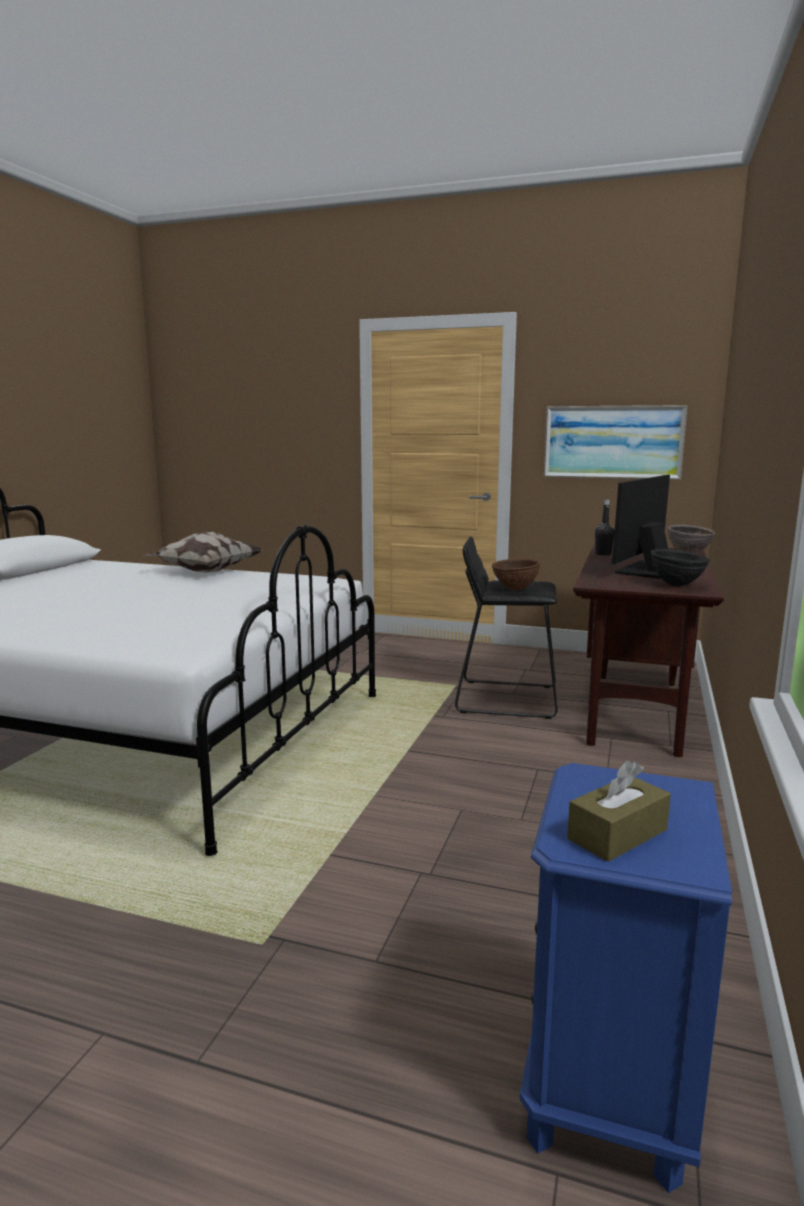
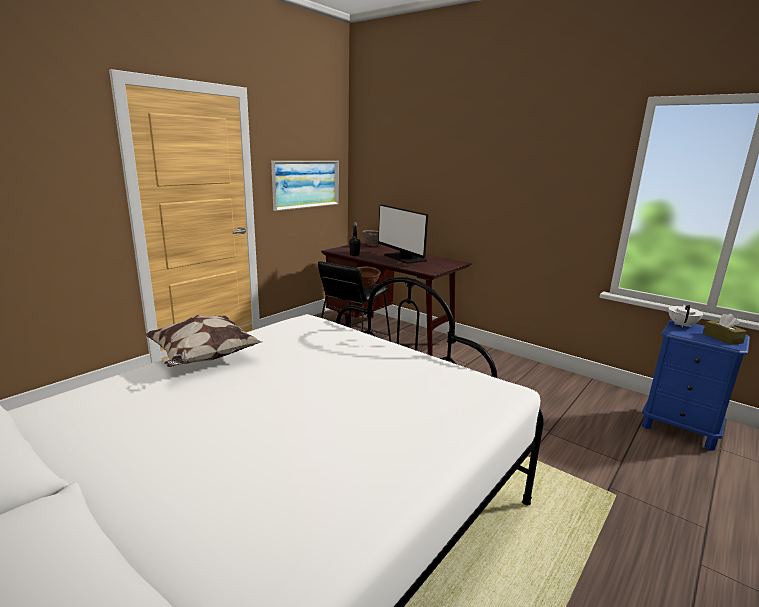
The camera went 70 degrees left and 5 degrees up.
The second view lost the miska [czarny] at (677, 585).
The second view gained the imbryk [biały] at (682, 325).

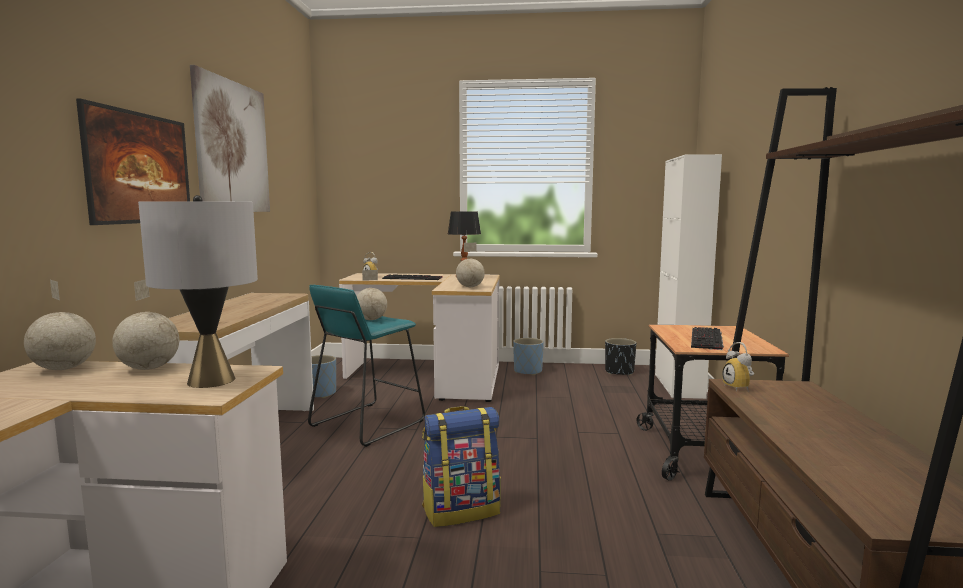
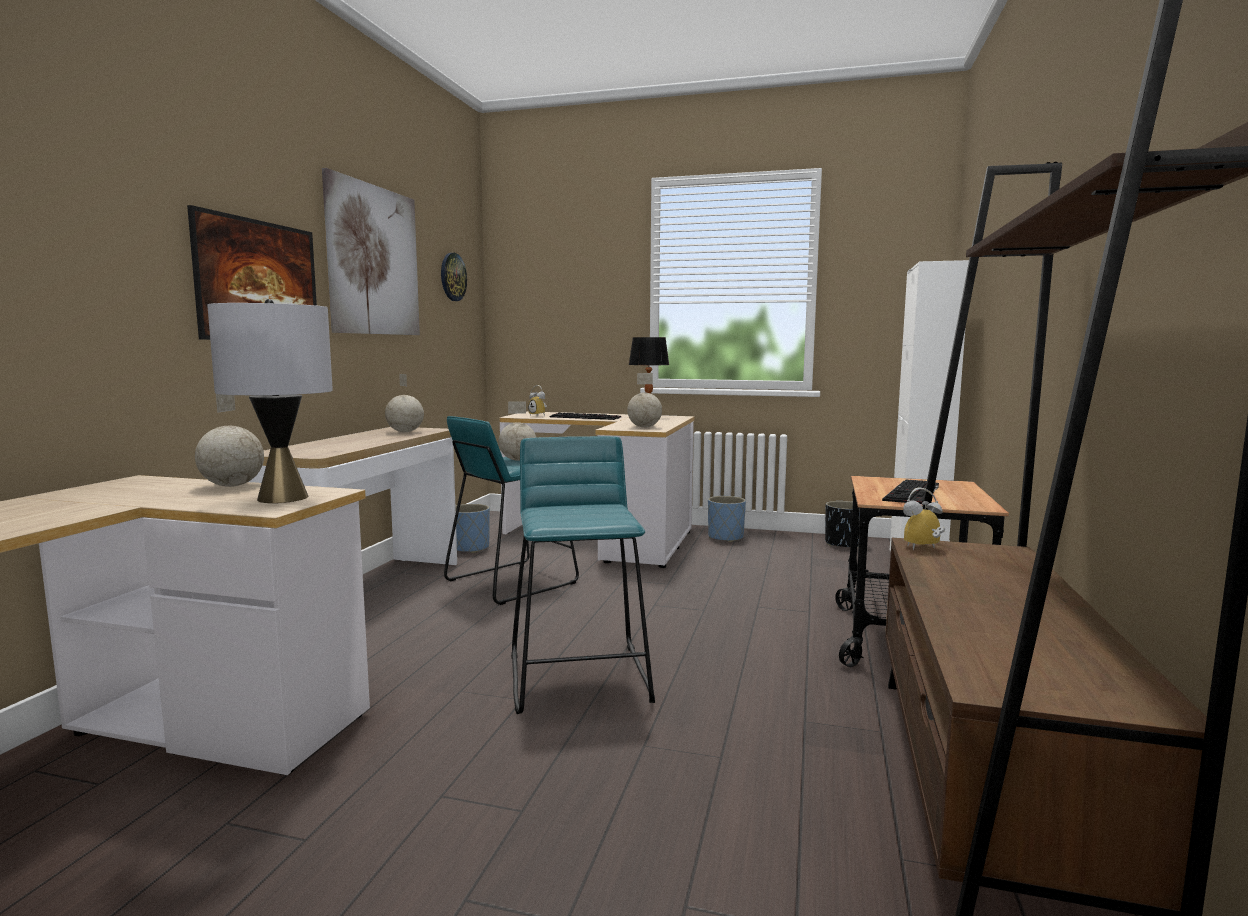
The camera went 10 degrees right and 0 degrees up.
The globus ended up elsewhere, having gone from (63, 369) to (405, 432).
The budzik at (740, 388) ended up facing another way, 75 degrees clockwise from before.
Where the plecak stood at (461, 510), the stołek [turkusowy] came to stand at (580, 677).
The second view gained the zegar ścienny at (452, 277).

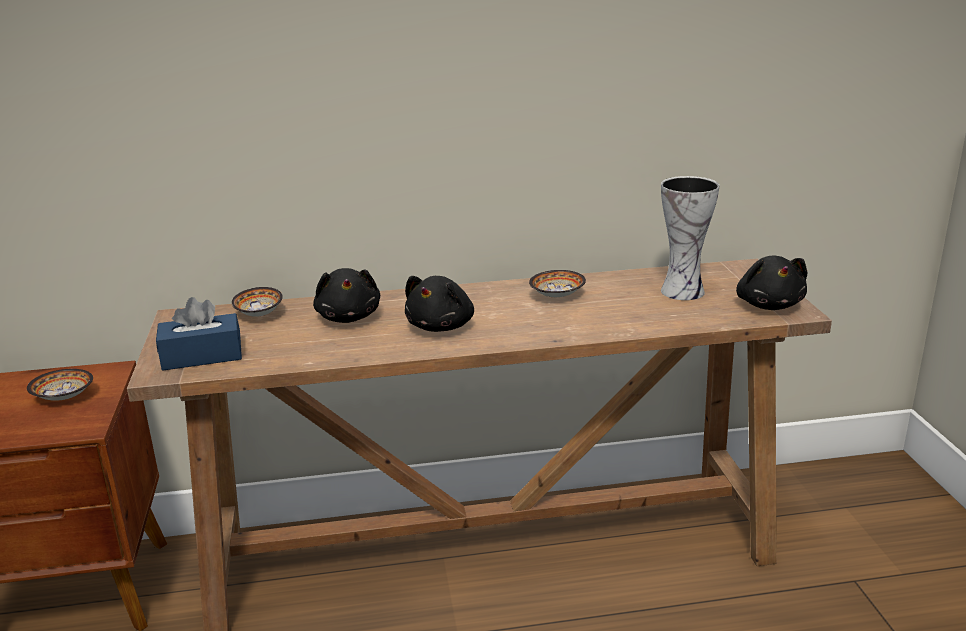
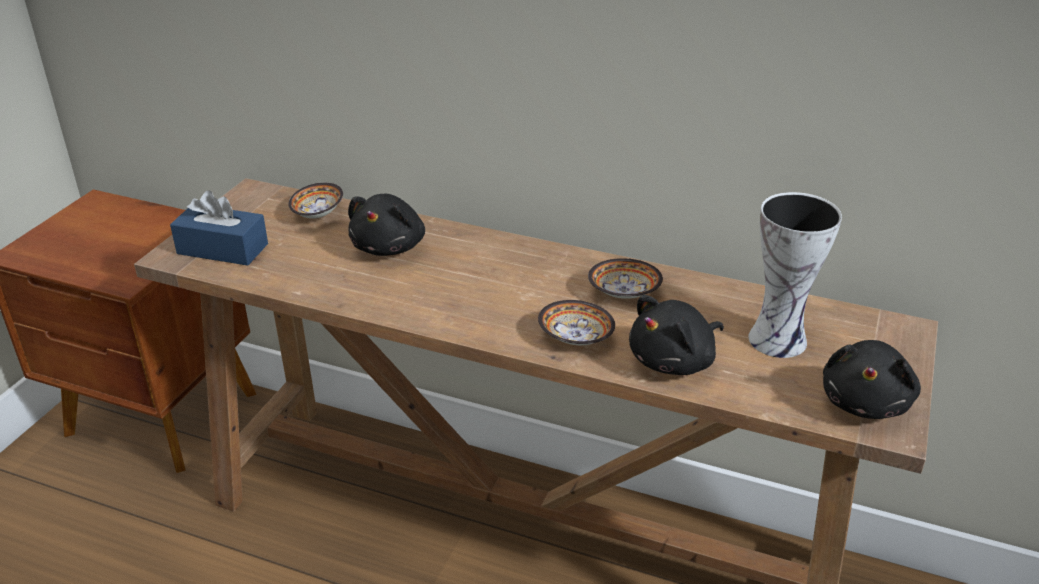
The camera went 30 degrees right and 10 degrees up.
The pluszak [czarny] ended up elsewhere, having gone from (442, 326) to (675, 361).
The miska ended up elsewhere, having gone from (64, 397) to (575, 338).

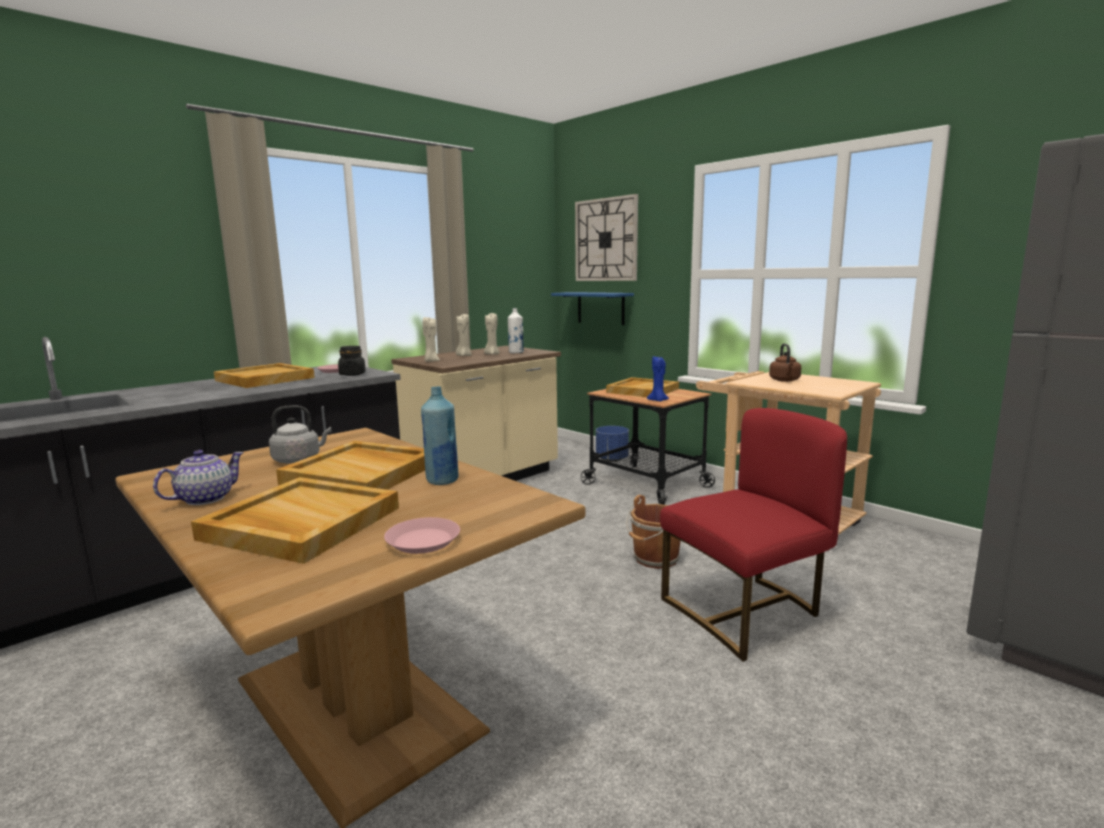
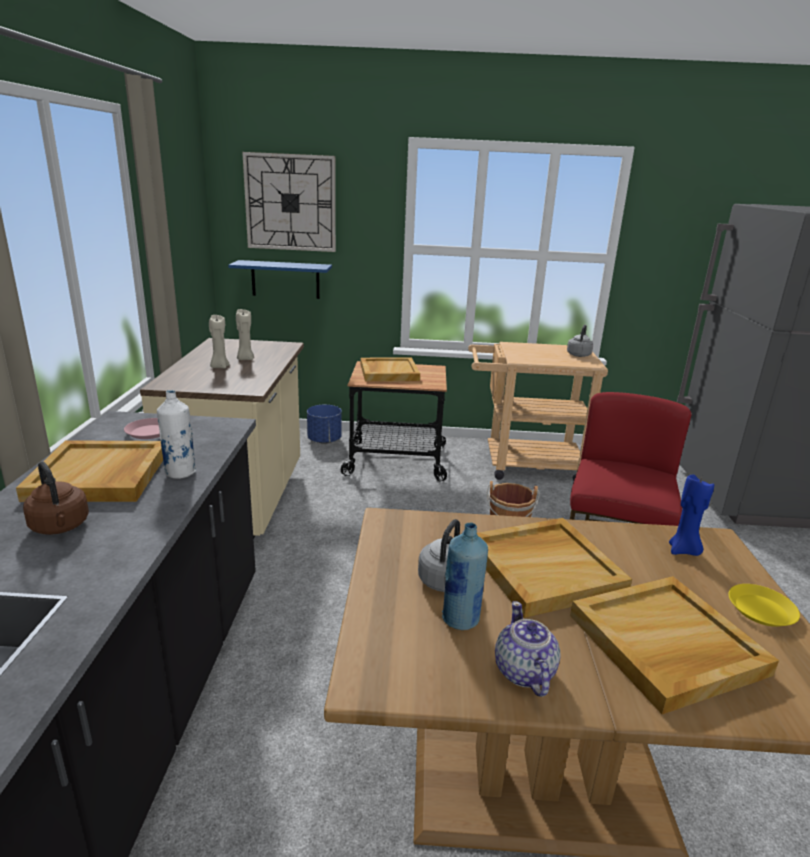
The camera went 45 degrees left and 10 degrees up.
The butelka [biały] ended up elsewhere, having gone from (516, 352) to (180, 473).
The second view lost the świeca [beżowy] at (431, 361).
The czajnik [brązowy] ended up elsewhere, having gone from (785, 380) to (60, 527).
The second view lost the słoik [czarny] at (352, 374).
The świeca [niebieski] ended up elsewhere, having gone from (658, 400) to (683, 551).
The butelka [niebieski] ended up elsewhere, having gone from (442, 480) to (461, 619).
What was the talerz [różowy] at (423, 541) turned into the talerz [żółty] at (761, 610).
The second view gained the czajnik [szary] at (579, 354).

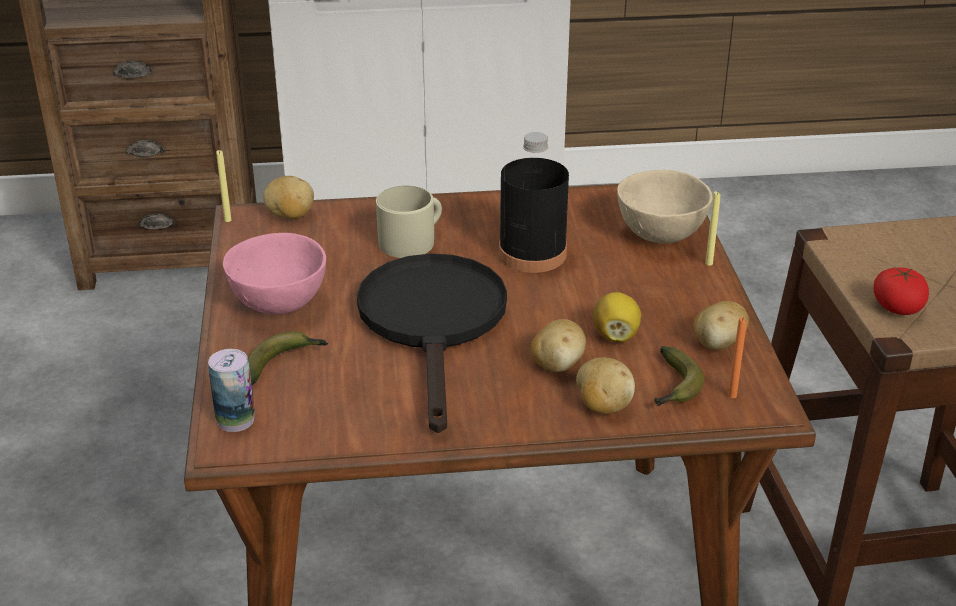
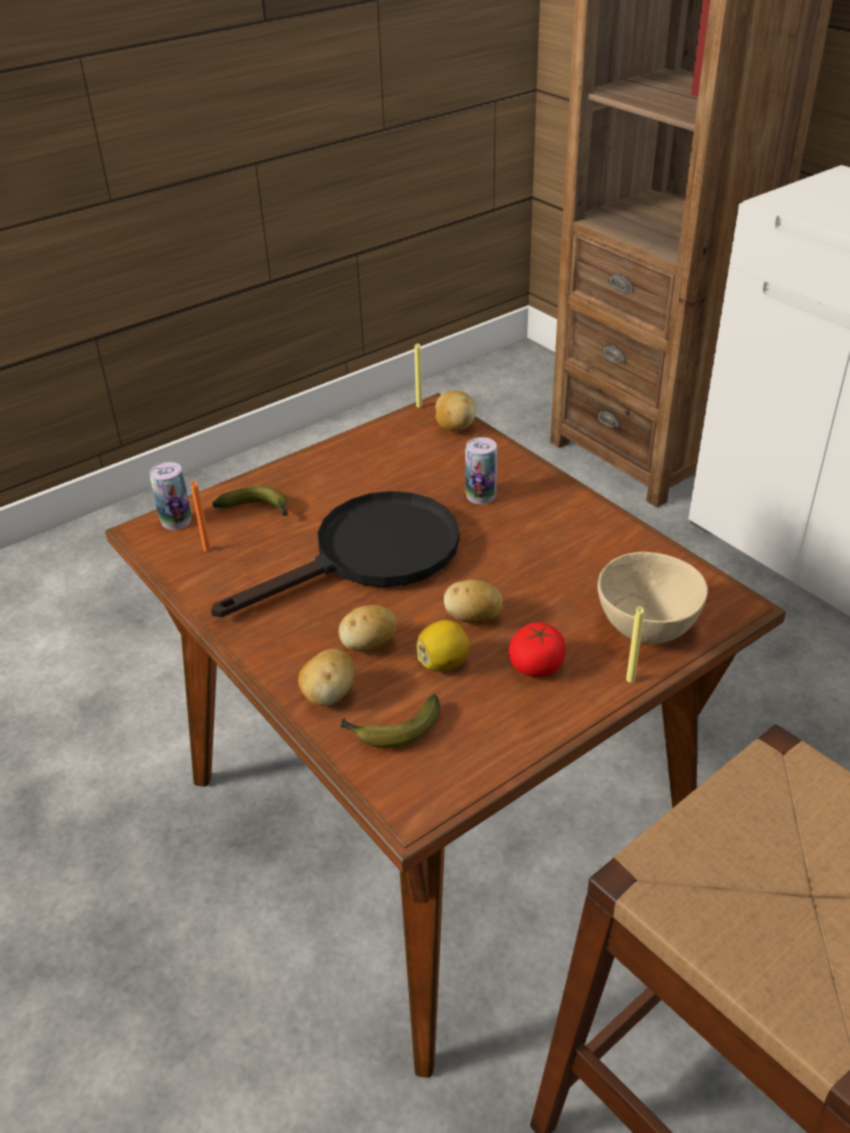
The camera went 60 degrees right and 5 degrees up.
The second view lost the butelka [czarny] at (532, 254).
Where the kubek [beżowy] stood at (412, 240), the puszka came to stand at (480, 495).
The second view lost the miska [różowy] at (279, 305).
The pomidor ended up elsewhere, having gone from (898, 307) to (537, 665).
The ziemniak ended up elsewhere, having gone from (718, 344) to (473, 619).
The świeca [pomarańczowy] ended up elsewhere, having gone from (732, 396) to (207, 549).

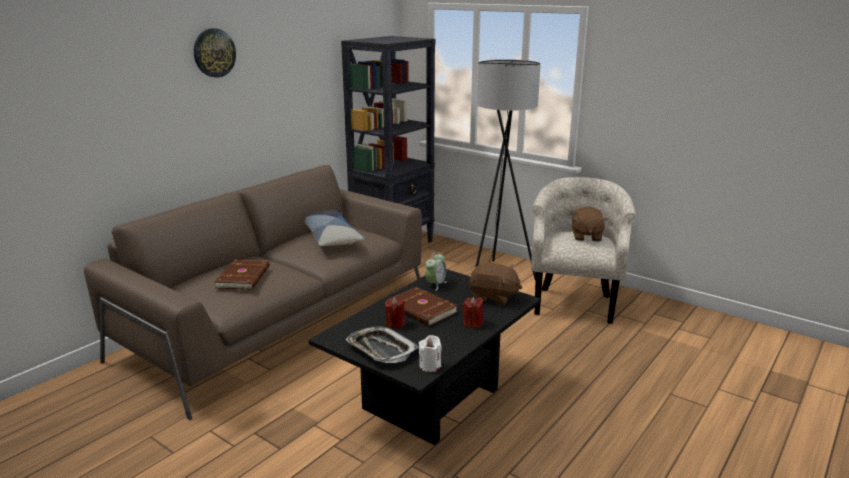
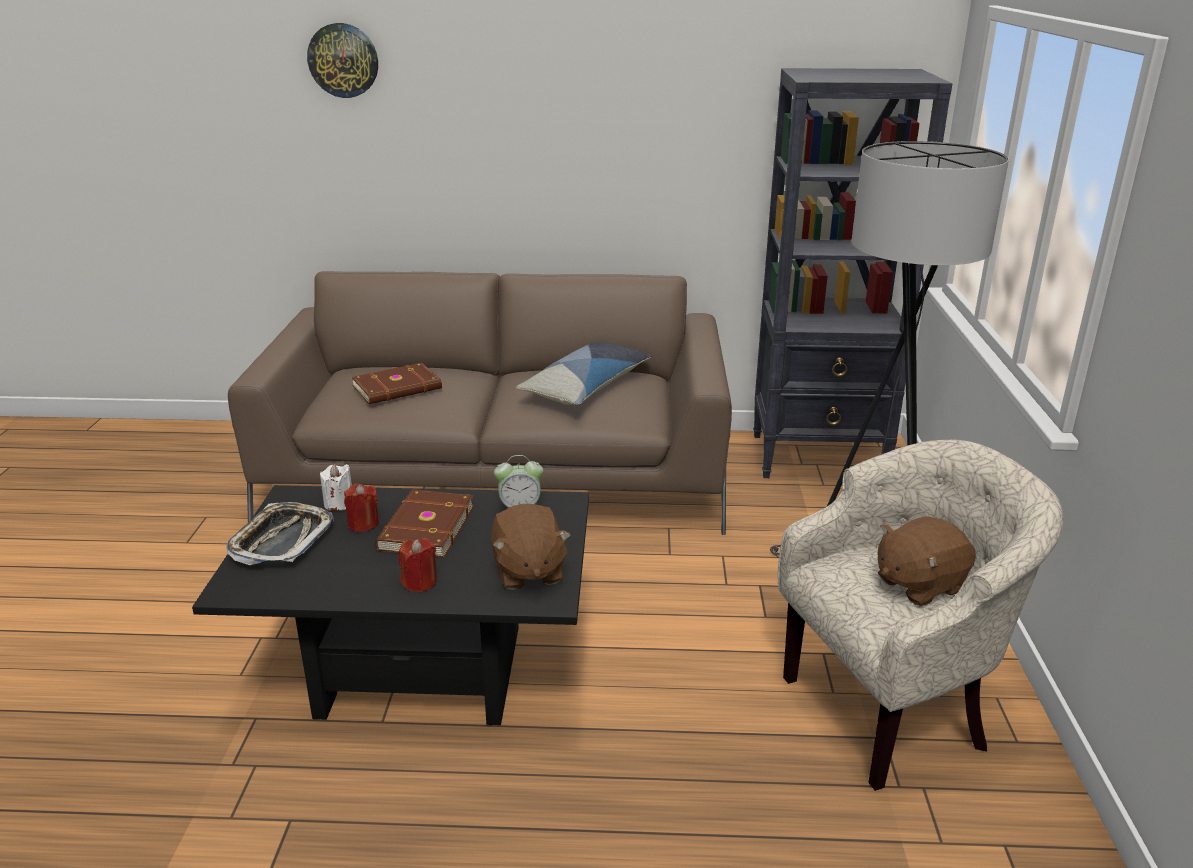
The camera went 55 degrees right and 5 degrees up.
The zegar ścienny ended up elsewhere, having gone from (214, 53) to (343, 60).
The świeca [biały] ended up elsewhere, having gone from (430, 366) to (339, 503).

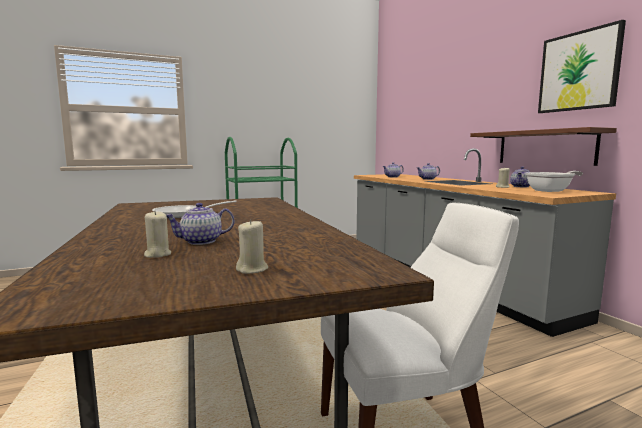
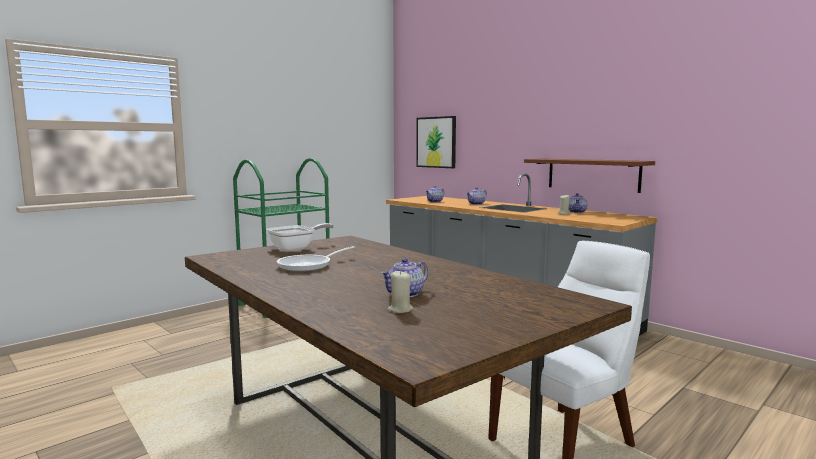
The camera went 20 degrees left and 0 degrees up.
The obraz ended up elsewhere, having gone from (579, 71) to (436, 142).
The patelnia ended up elsewhere, having gone from (551, 191) to (296, 248).
The second view lost the świeca [beżowy] at (252, 269).

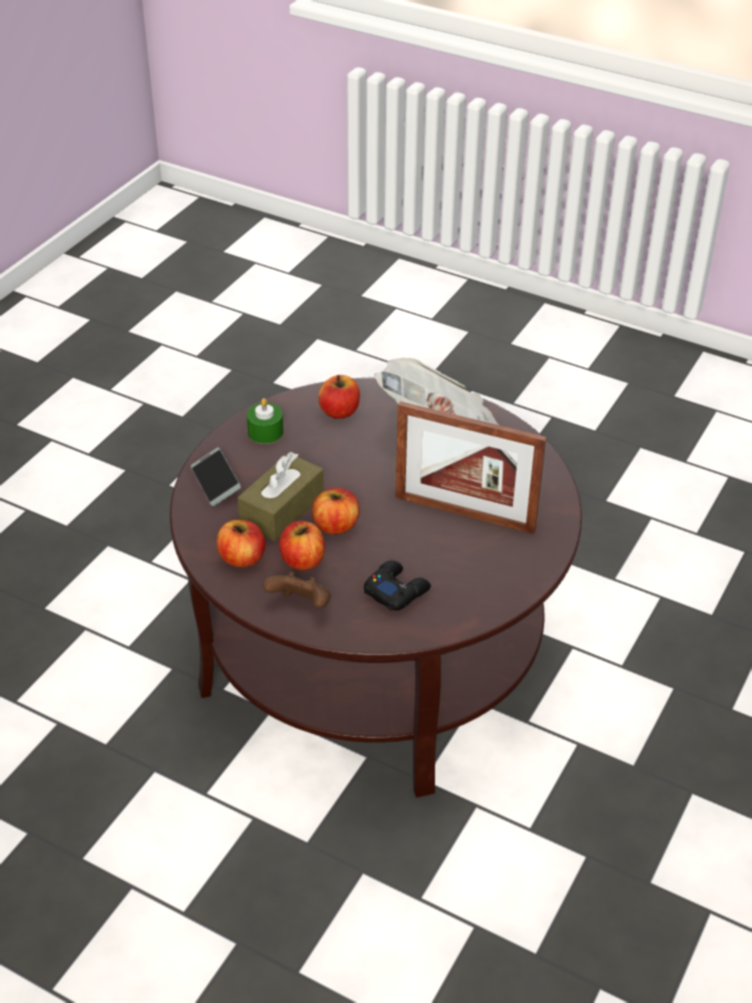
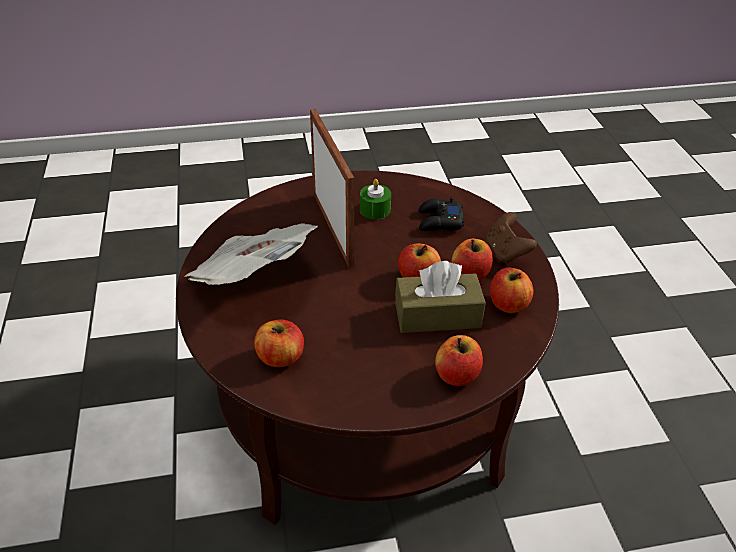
The camera went 130 degrees left and 0 degrees up.
The świeca [zielony] ended up elsewhere, having gone from (265, 432) to (375, 210).
Where the telefon stood at (216, 482), the jabłko came to stand at (457, 375).

